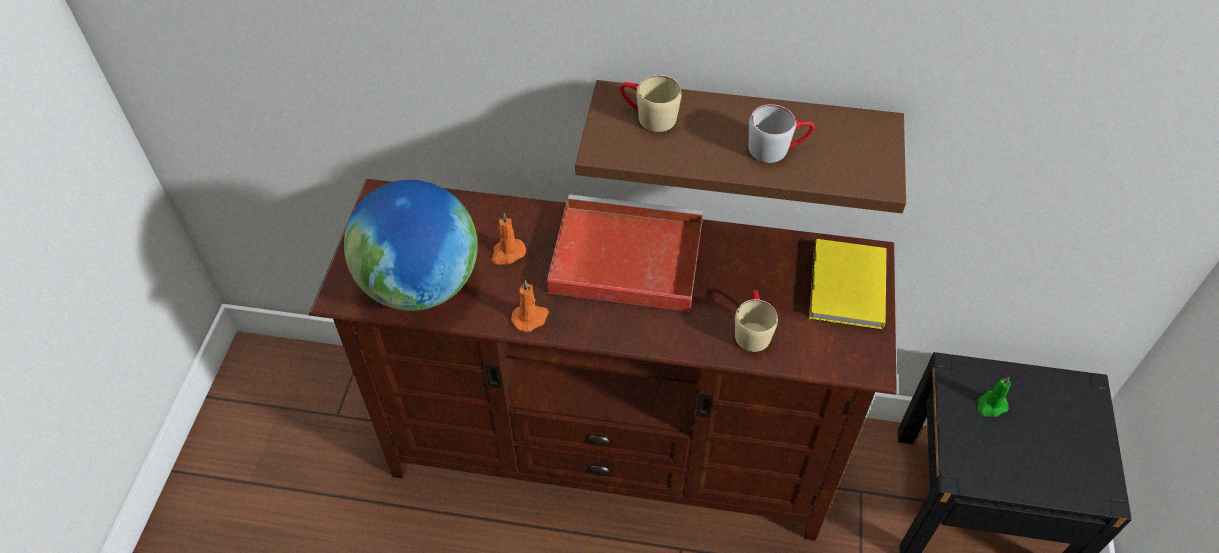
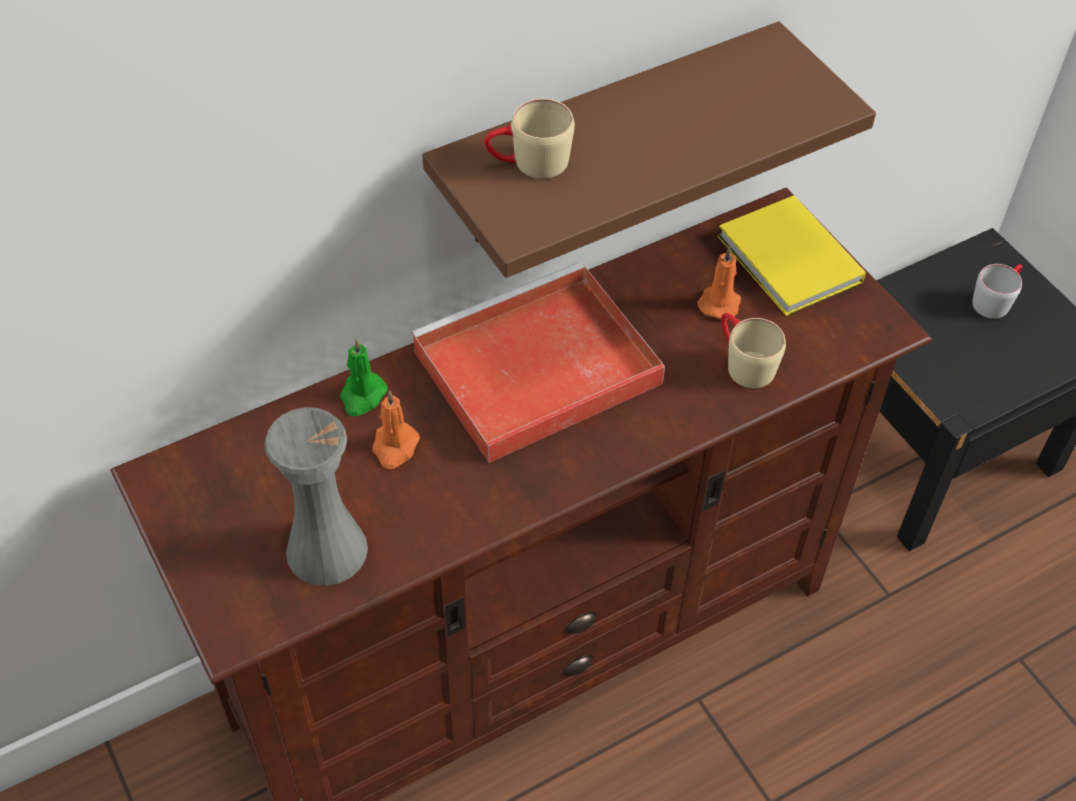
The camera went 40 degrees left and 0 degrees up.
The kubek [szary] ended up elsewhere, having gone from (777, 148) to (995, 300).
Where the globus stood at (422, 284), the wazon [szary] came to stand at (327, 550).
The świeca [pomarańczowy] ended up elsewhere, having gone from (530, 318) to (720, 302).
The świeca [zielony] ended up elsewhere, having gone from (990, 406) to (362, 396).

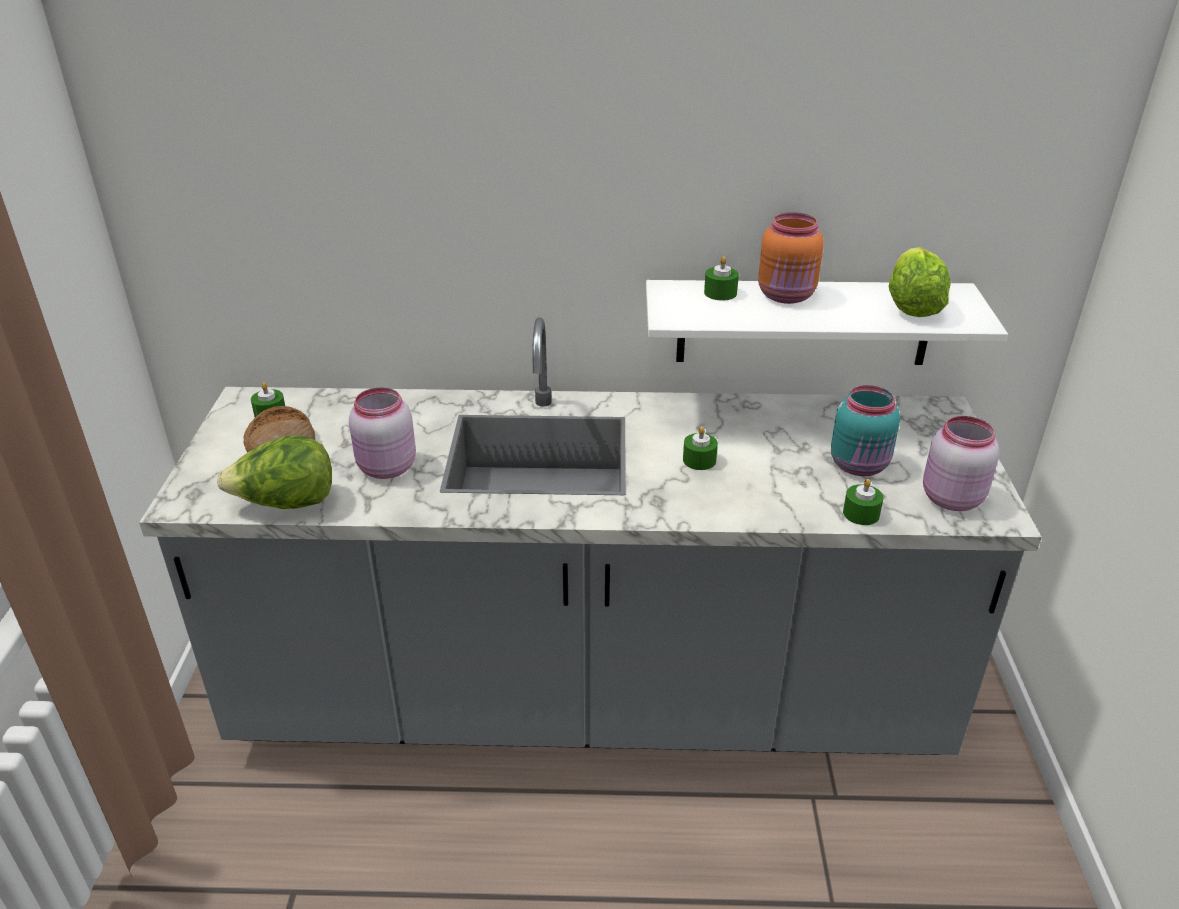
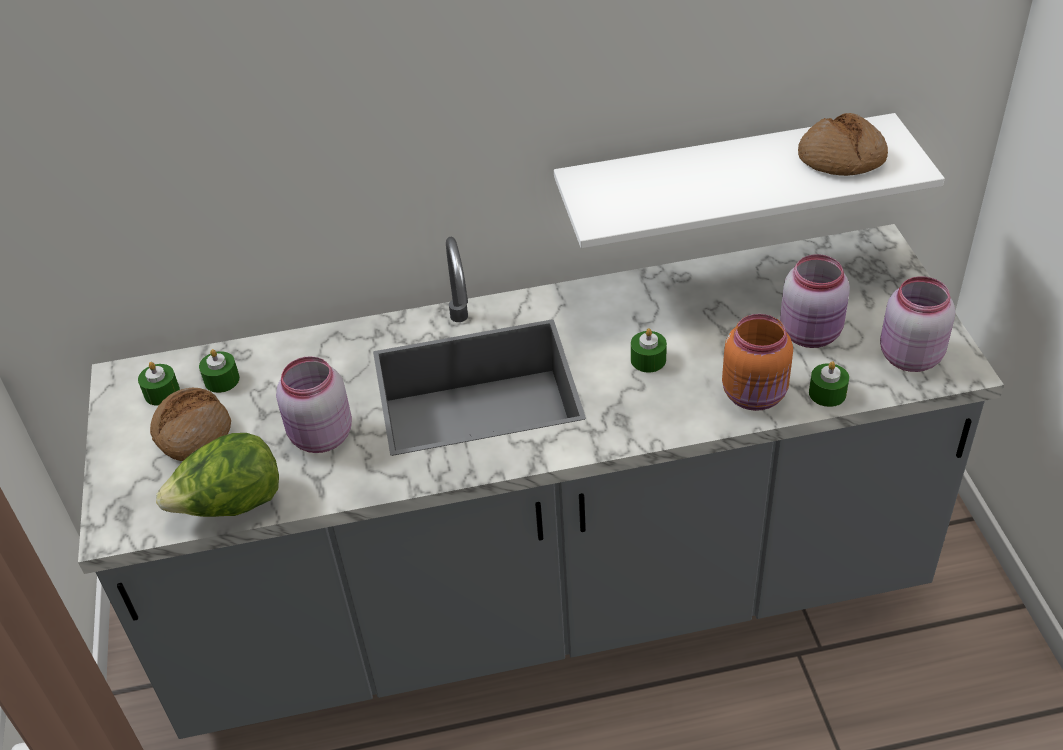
The camera went 10 degrees left and 10 degrees up.
The słoik [pomarańczowy] ended up elsewhere, having gone from (787, 296) to (755, 395).
Where the sałata stood at (912, 307), the chleb came to stand at (841, 158).
The świeca [zielony] ended up elsewhere, having gone from (720, 293) to (222, 380).
What was the słoik [turkusowy] at (860, 466) turned into the słoik [różowy] at (812, 334).

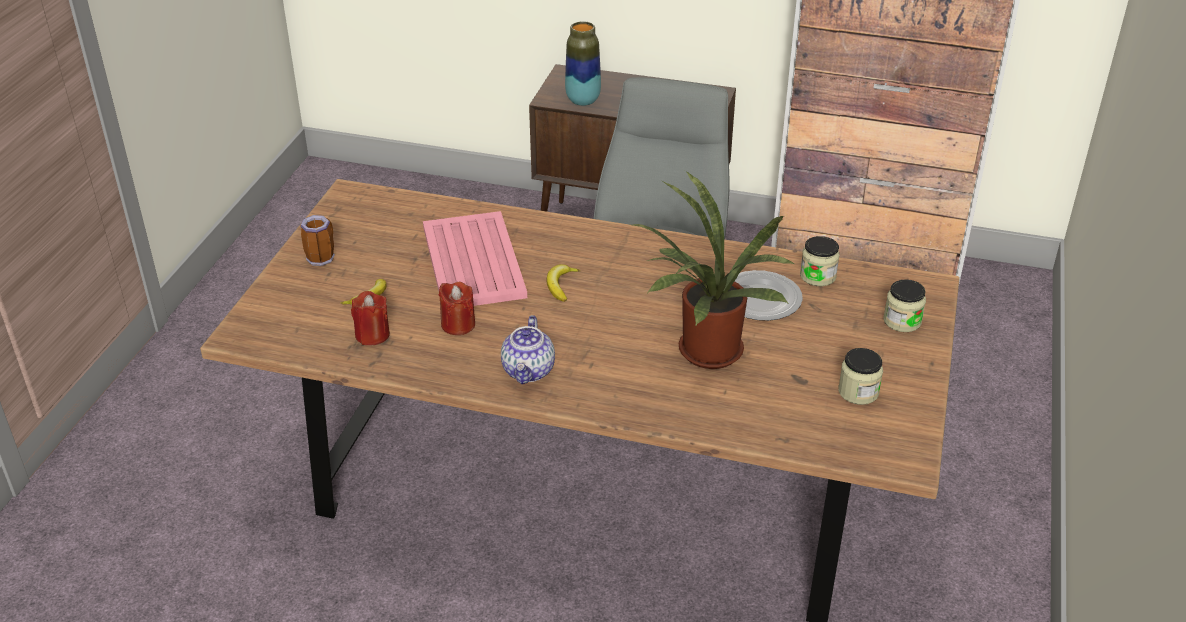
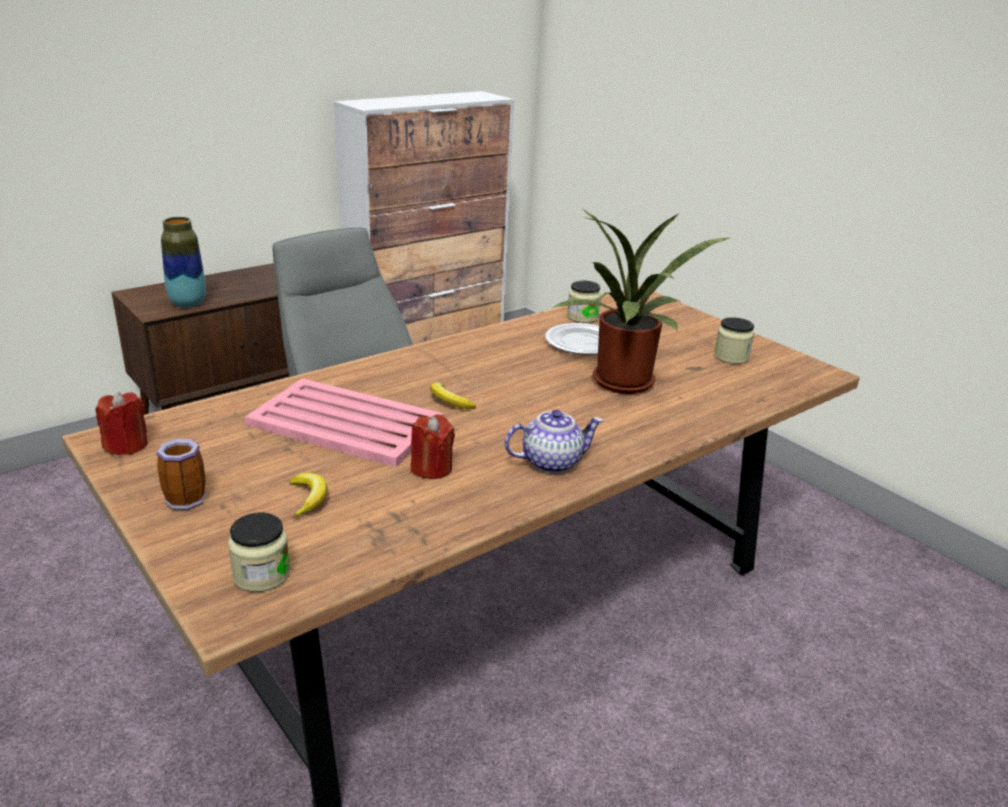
The camera went 55 degrees left and 10 degrees down.
The słoik ended up elsewhere, having gone from (902, 321) to (261, 575).
The świeca [czerwony] ended up elsewhere, having gone from (372, 335) to (126, 445).
The imbryk at (529, 371) ended up facing another way, 60 degrees counterclockwise from before.

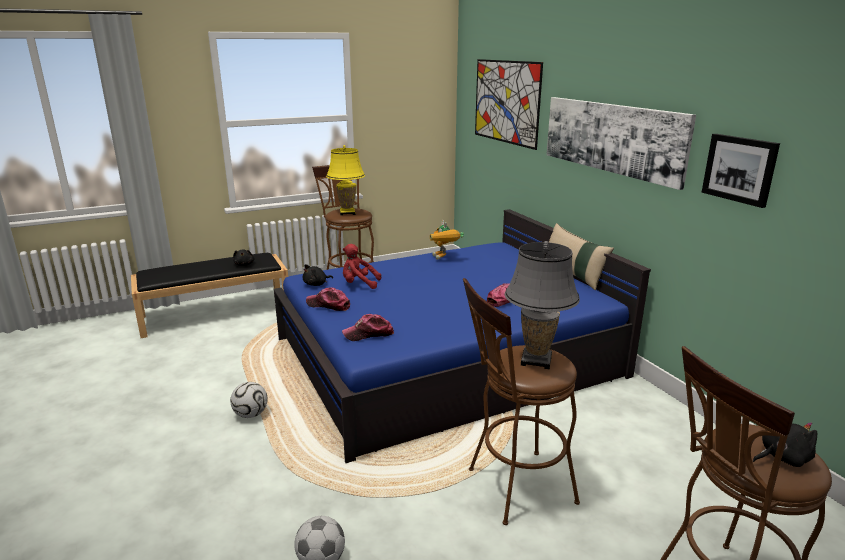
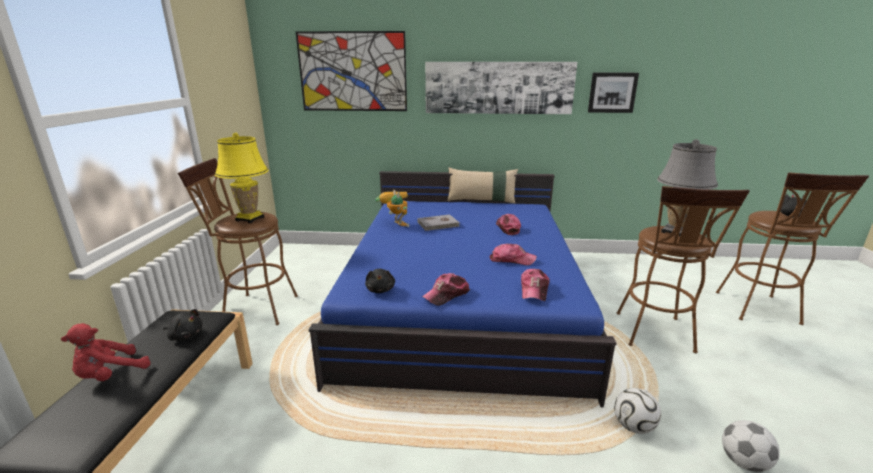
The camera went 60 degrees left and 0 degrees up.
The robot zabawkowy at (444, 258) ended up facing another way, 135 degrees counterclockwise from before.
The pluszak [czerwony] ended up elsewhere, having gone from (359, 284) to (110, 375).
The piłka futbolowa ended up elsewhere, having gone from (251, 414) to (633, 426).
The second view gained the książka [szary] at (438, 224).
The second view gained the czapka z daszkiem at (512, 260).

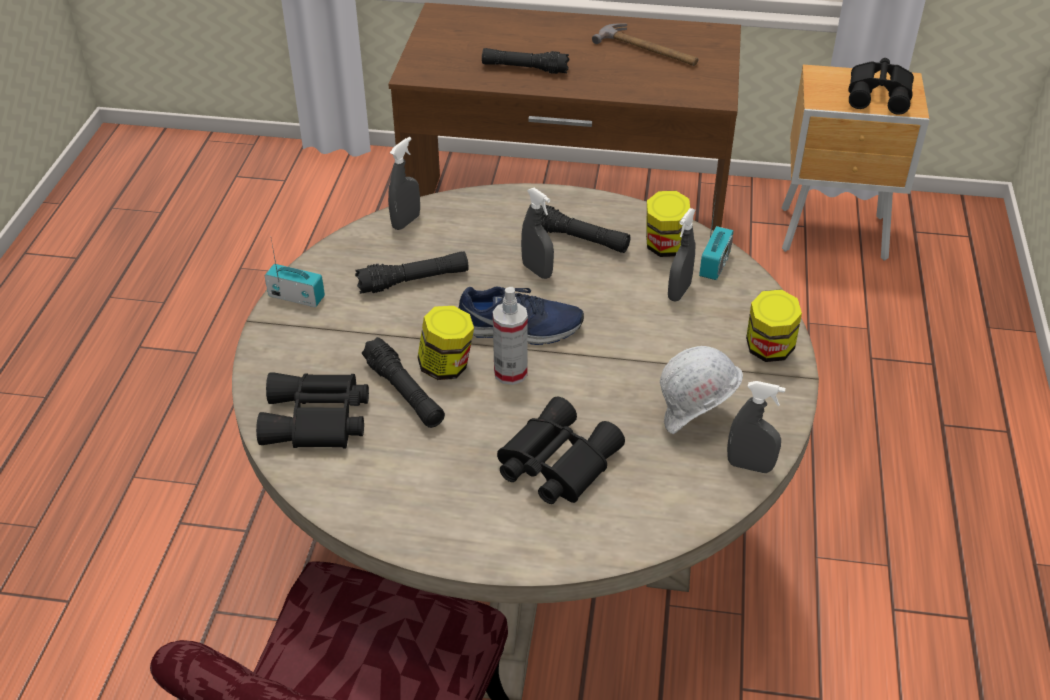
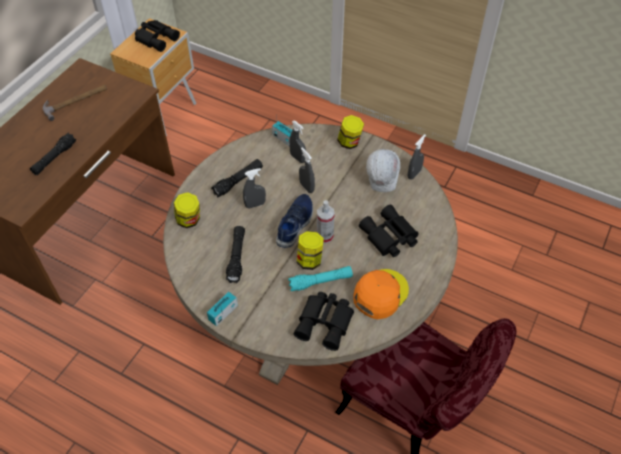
The camera went 70 degrees left and 10 degrees up.
The spryskiwacz [szary] ended up elsewhere, having gone from (406, 222) to (306, 187).
The słoik ended up elsewhere, having gone from (665, 247) to (189, 220).
What was the latarka [czarny] at (404, 392) turned into the latarka [turkusowy] at (320, 282).
The second view gained the czapka z daszkiem [pomarańczowy] at (380, 294).

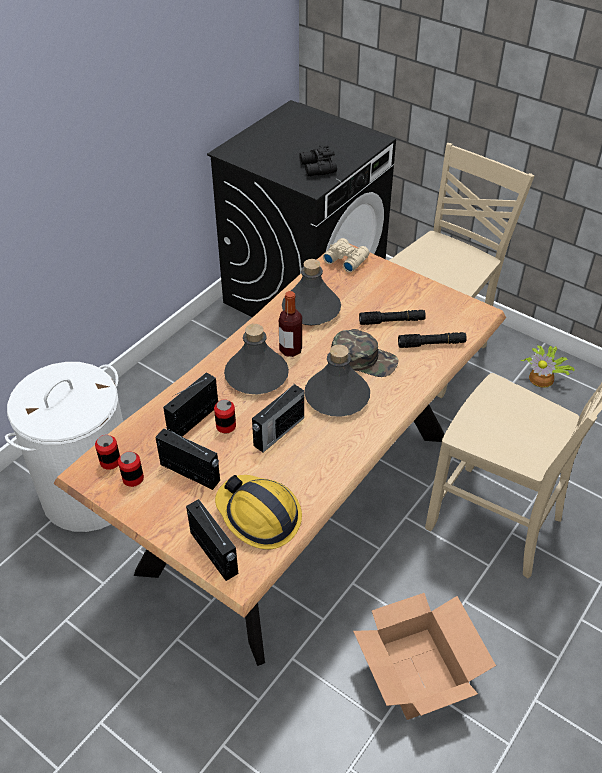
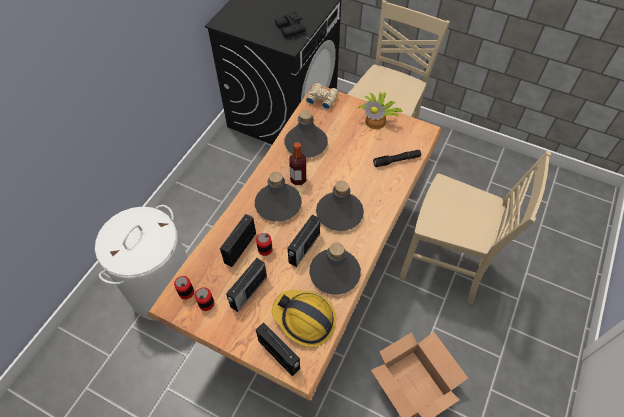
The camera went 10 degrees left and 10 degrees up.
The second view lost the latarka [czarny] at (392, 321).
The second view lost the czapka z daszkiem [zielony] at (364, 359).
The roślina doniczkowa ended up elsewhere, having gone from (543, 378) to (376, 120).
The radio at (191, 473) ended up facing another way, 105 degrees clockwise from before.
The second view gained the butelka [szary] at (335, 273).

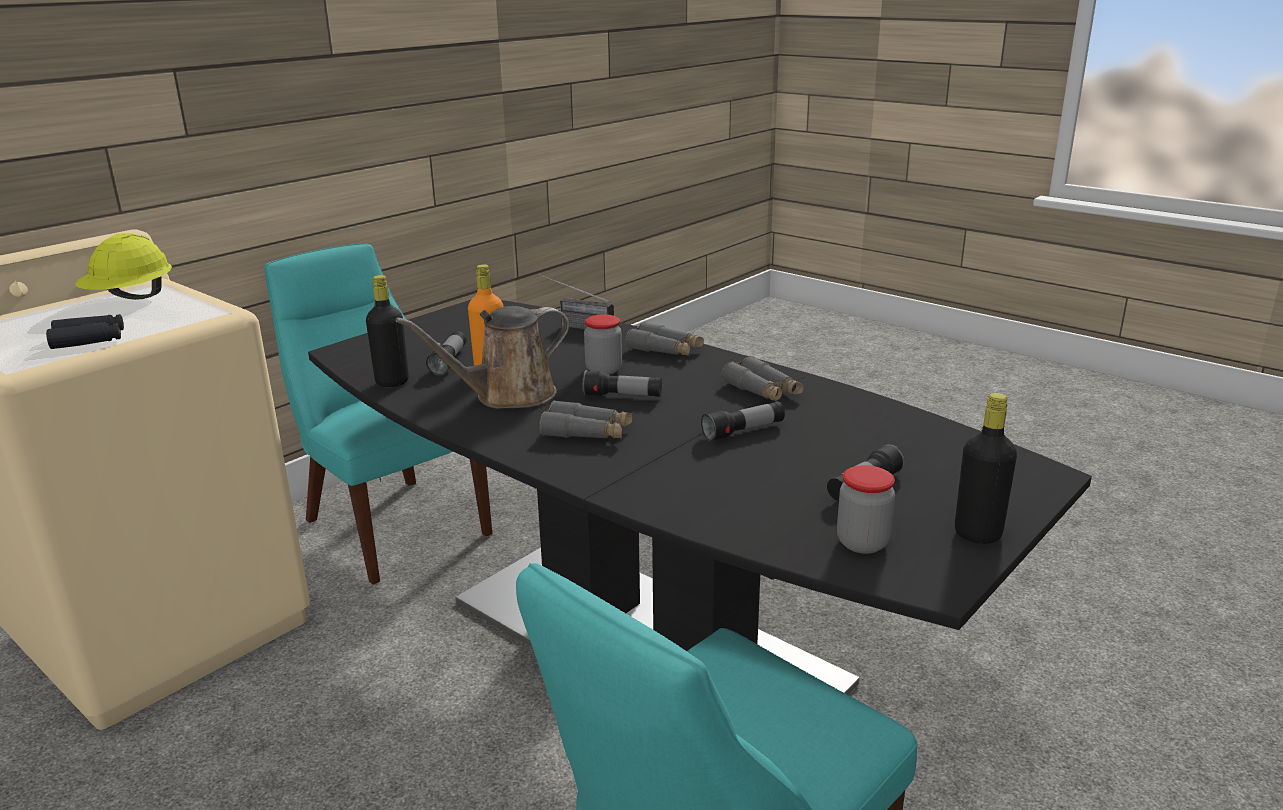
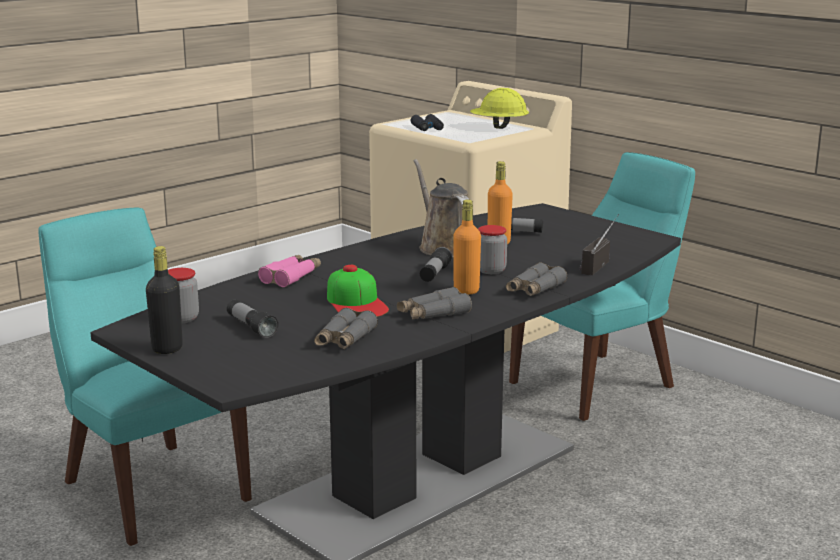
The camera went 95 degrees right and 5 degrees down.
The second view lost the butelka [czarny] at (392, 382).
The lornetka [szary] ended up elsewhere, having gone from (587, 432) to (345, 339).
Where the latarka stood at (743, 431), the czapka z daszkiem came to stand at (356, 303).
The second view gained the butelka [pomarańczowy] at (466, 290).
The second view gained the lornetka [różowy] at (291, 277).

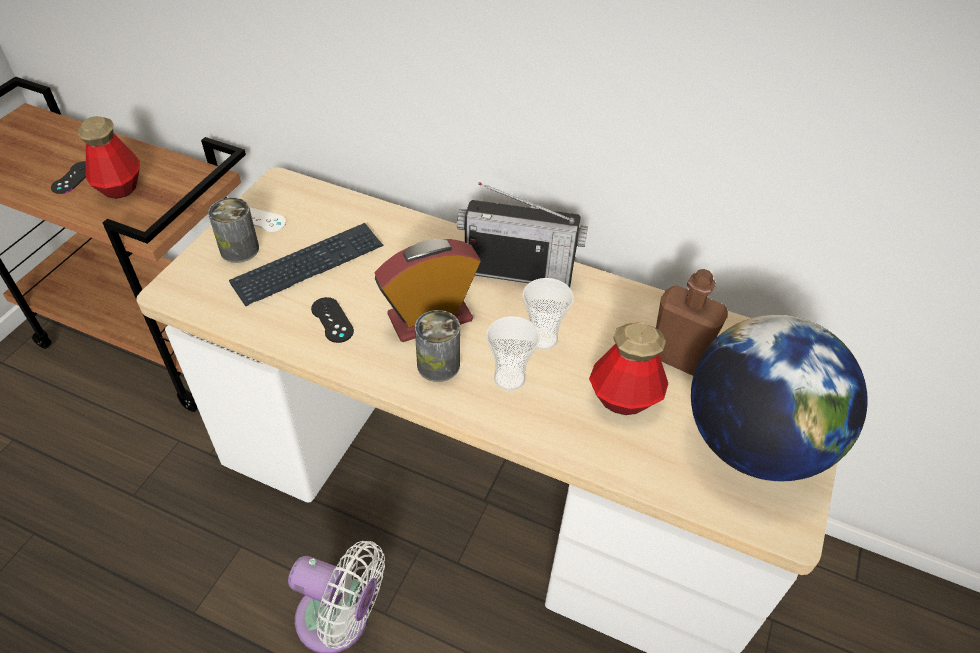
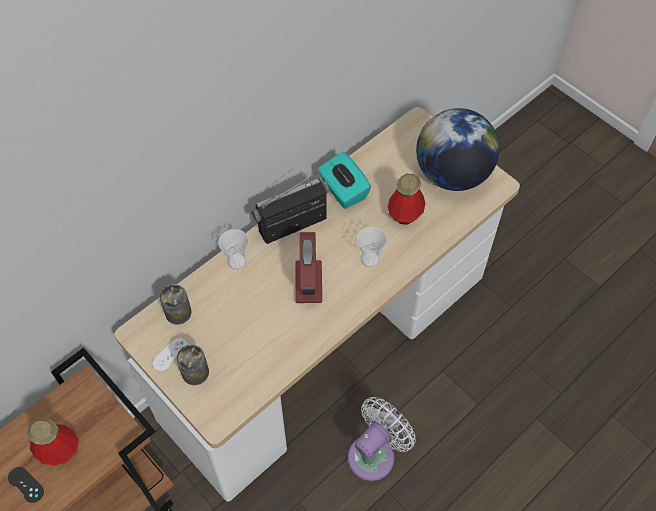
The camera went 65 degrees left and 10 degrees up.
The radio at (518, 272) ended up facing another way, 150 degrees counterclockwise from before.
The second view lost the klawiatura at (309, 265).
The second view lost the butelka [brązowy] at (677, 357).
The filiżanka ended up elsewhere, having gone from (542, 339) to (237, 262).
The second view lost the pad do gier [czarny] at (332, 320).
The puszka ended up elsewhere, having gone from (438, 364) to (178, 312).
The second view gained the pudełko chusteczek [turkusowy] at (343, 191).

